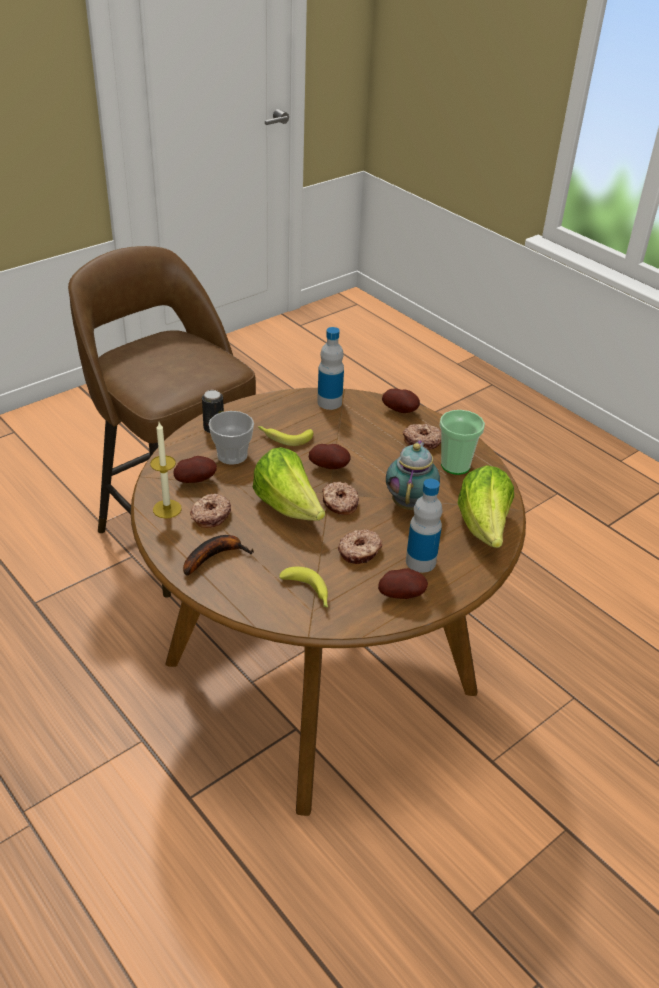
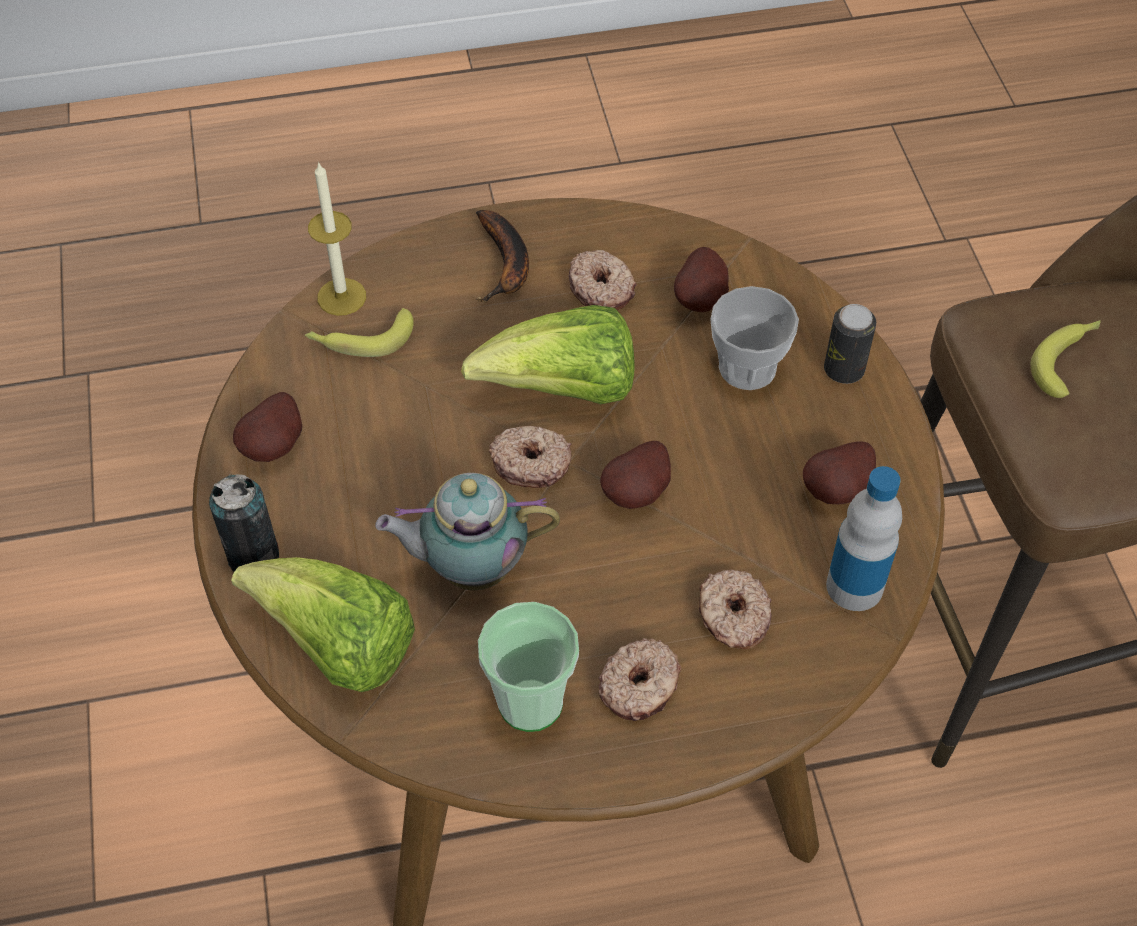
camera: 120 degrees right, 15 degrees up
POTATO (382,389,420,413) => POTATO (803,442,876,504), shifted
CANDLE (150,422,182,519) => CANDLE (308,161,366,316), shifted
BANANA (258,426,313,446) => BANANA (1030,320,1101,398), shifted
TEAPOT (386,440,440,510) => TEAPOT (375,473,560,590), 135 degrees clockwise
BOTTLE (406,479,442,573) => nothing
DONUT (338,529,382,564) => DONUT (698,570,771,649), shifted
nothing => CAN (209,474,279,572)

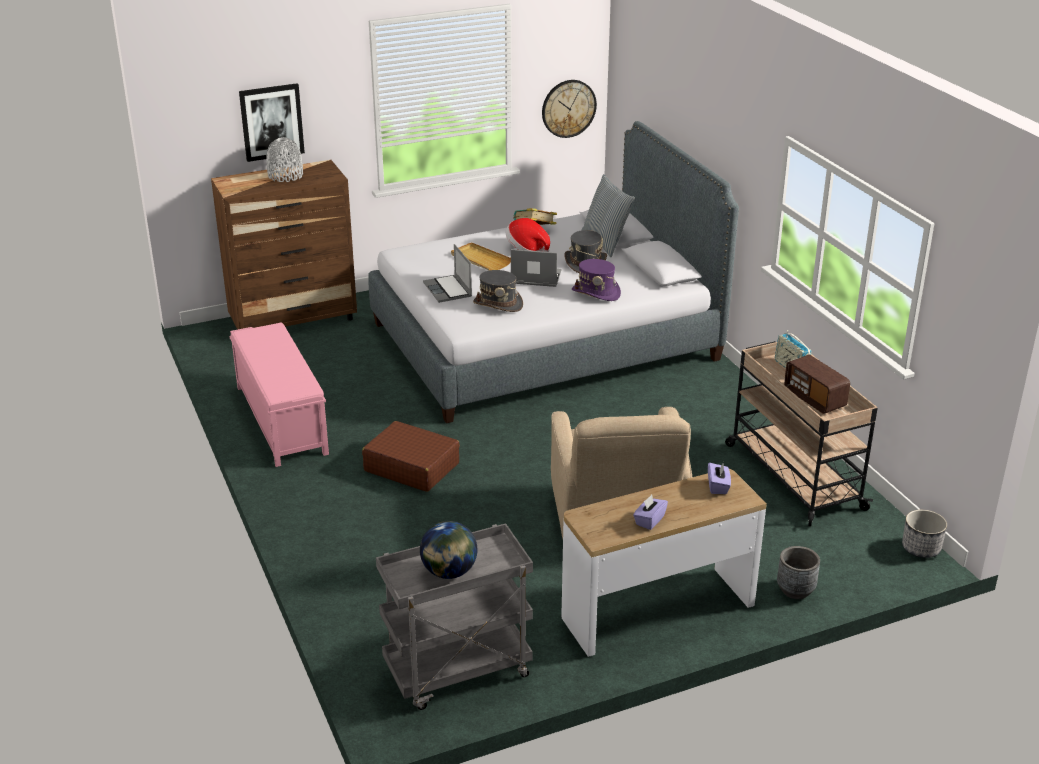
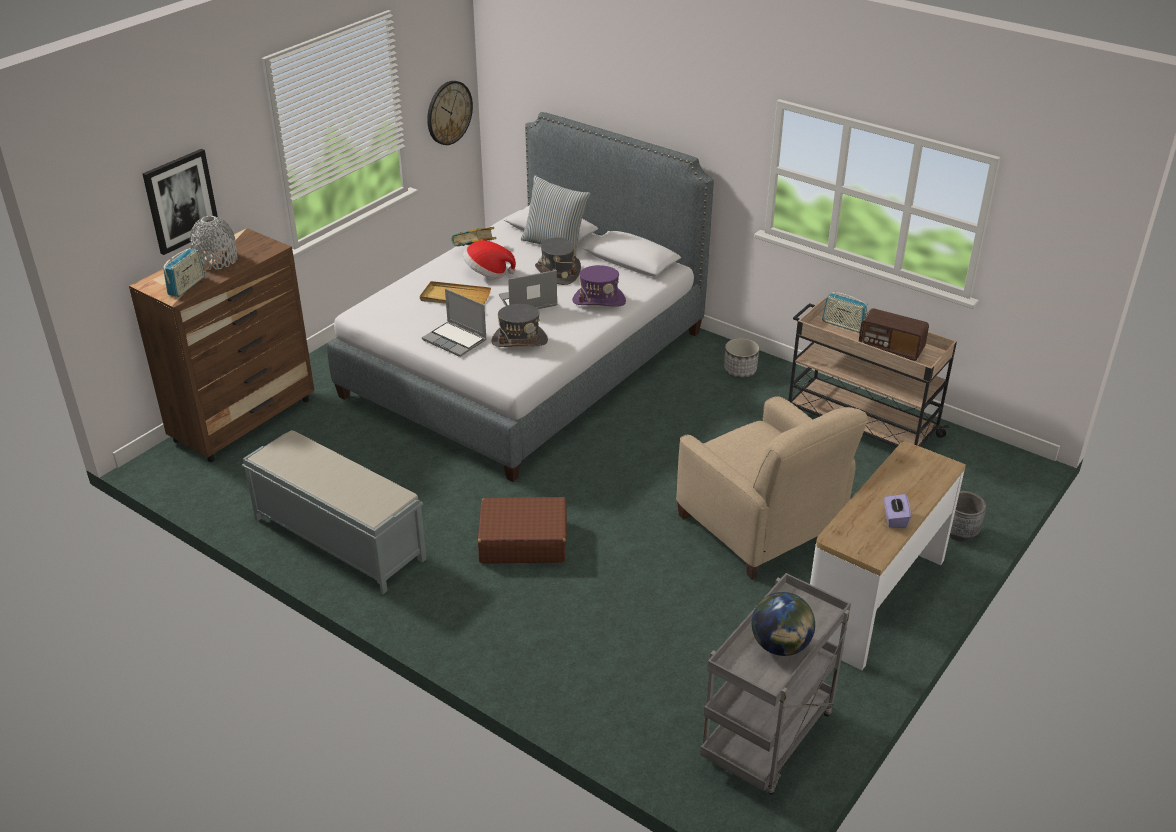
camera: 30 degrees left, 5 degrees up
PINK BENCH (229,323,329,467) => GREY BENCH (242,430,426,594)
PURPLE TISSUE BOX (708,462,731,494) => nothing
PLANTER (902,510,947,558) => PLANTER (724,338,759,378), shifted
nothing => RADIO (163,248,205,297)

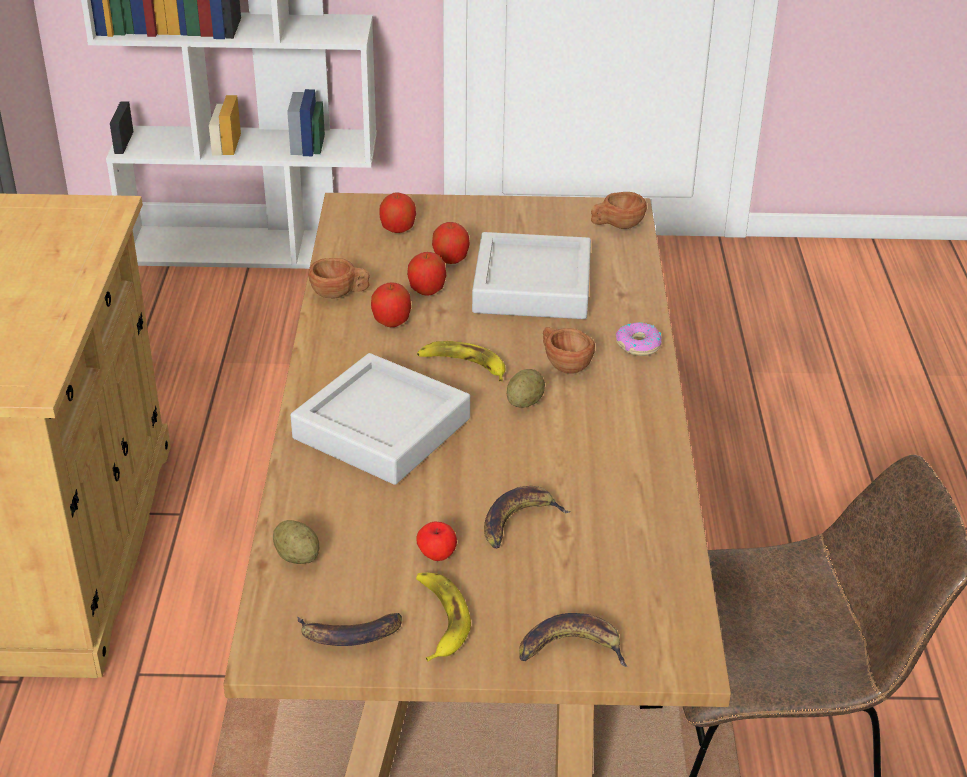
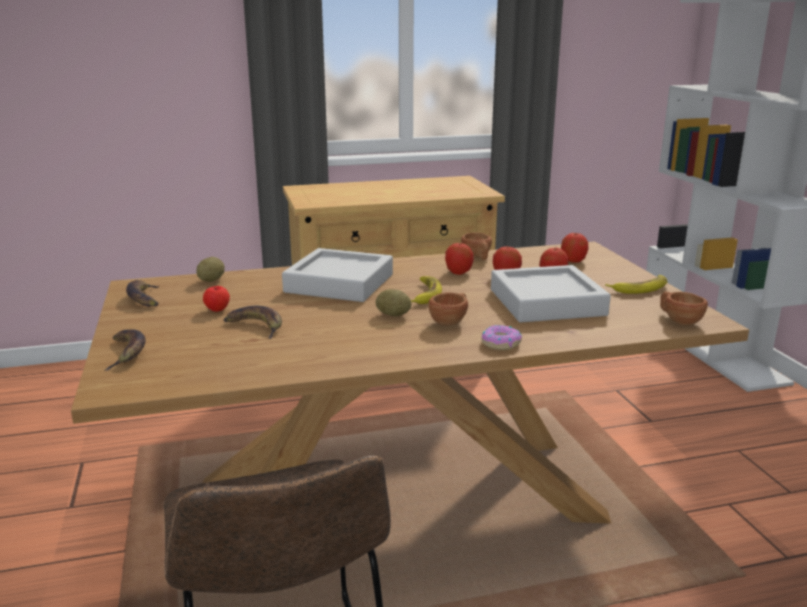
camera: 75 degrees right, 15 degrees down
BANANA (416,573,471,661) => BANANA (605,275,668,294), shifted

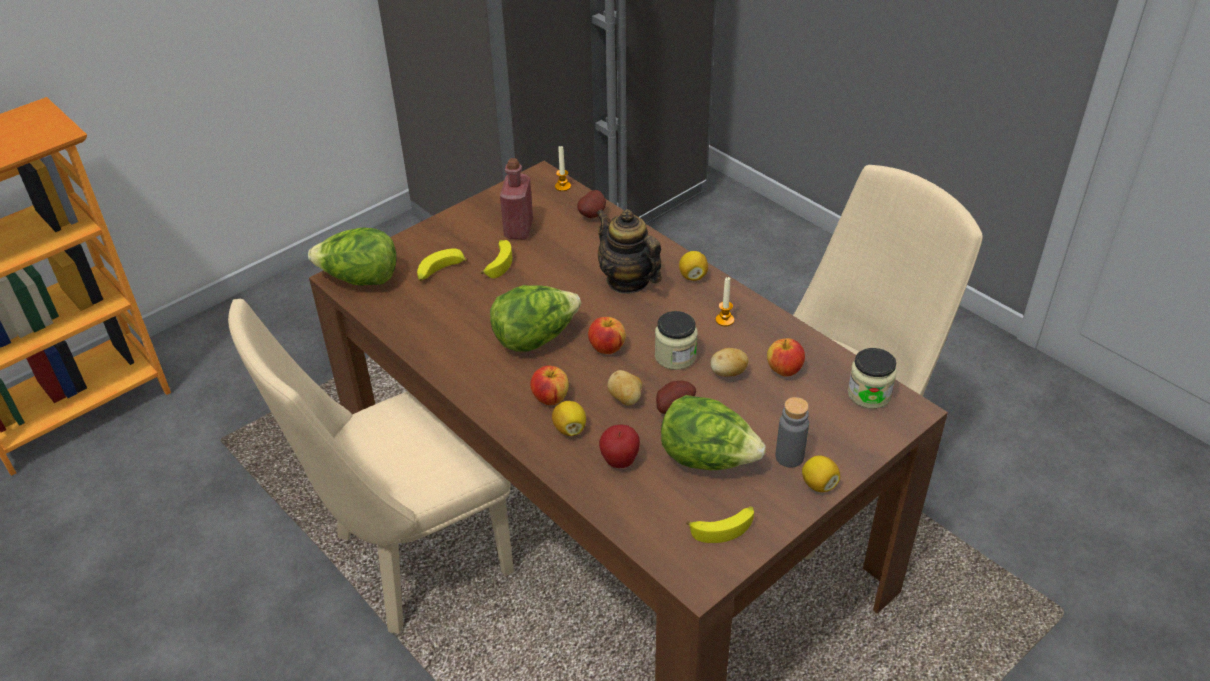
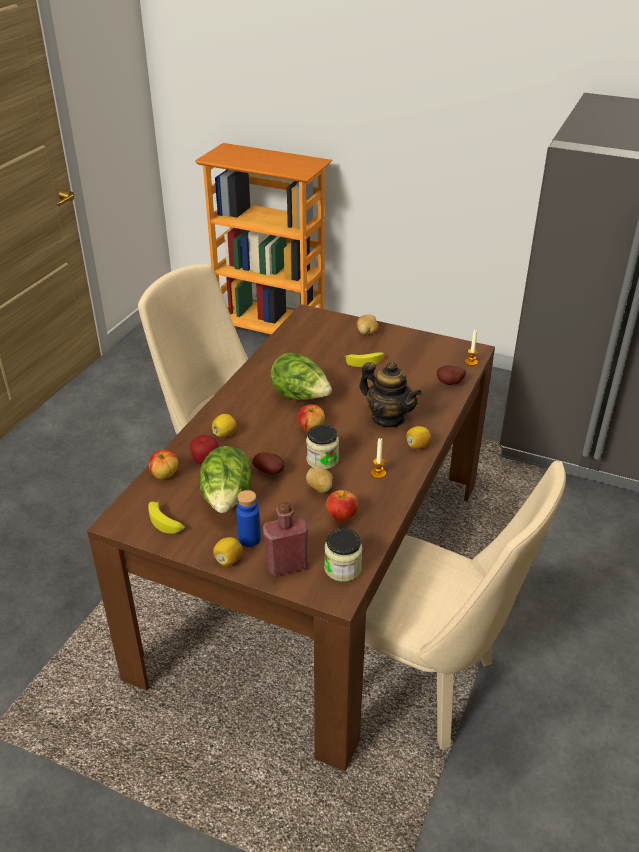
camera: 65 degrees right, 5 degrees down
RED BOTTLE (500,158,533,239) => RED BOTTLE (262,501,308,576), shifted
TEAPOT (596,209,662,294) => TEAPOT (359,361,422,427), 105 degrees clockwise
LETTUCE (308,227,397,286) => nothing
BANANA (417,248,468,281) => nothing
APPLE (530,366,569,405) => APPLE (149,450,179,479), shifted
POTATO (607,370,642,405) => POTATO (357,314,378,335), shifted
GREY BOTTLE (775,397,809,468) => BLUE BOTTLE (236,490,261,547)

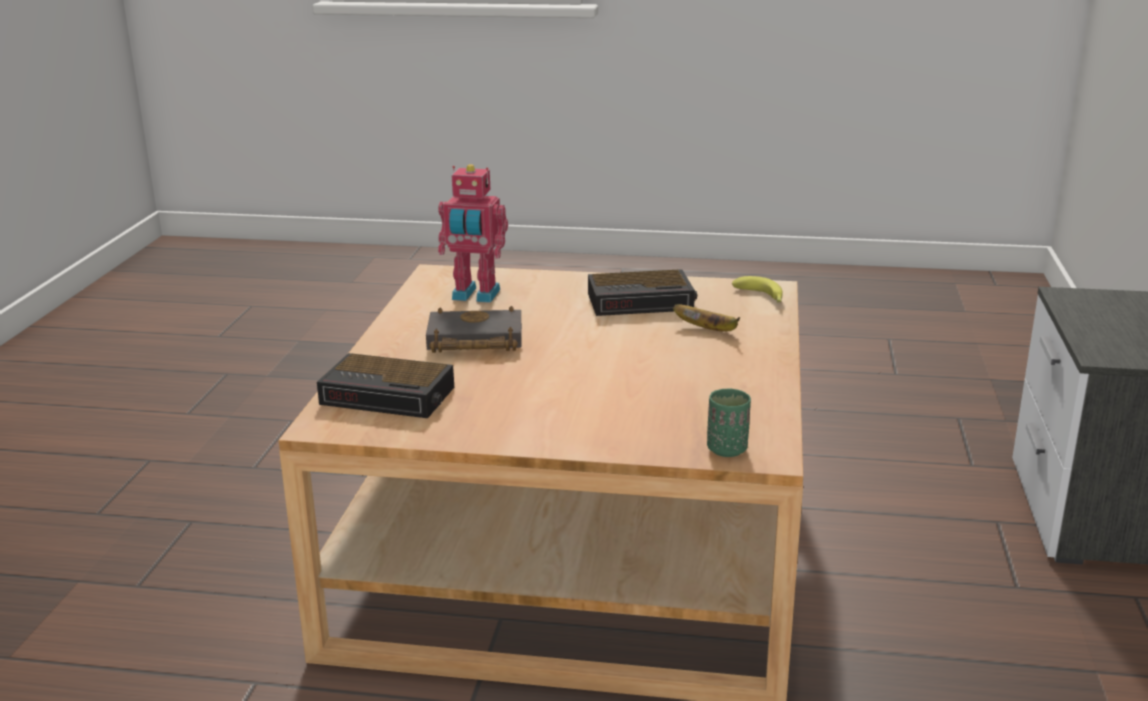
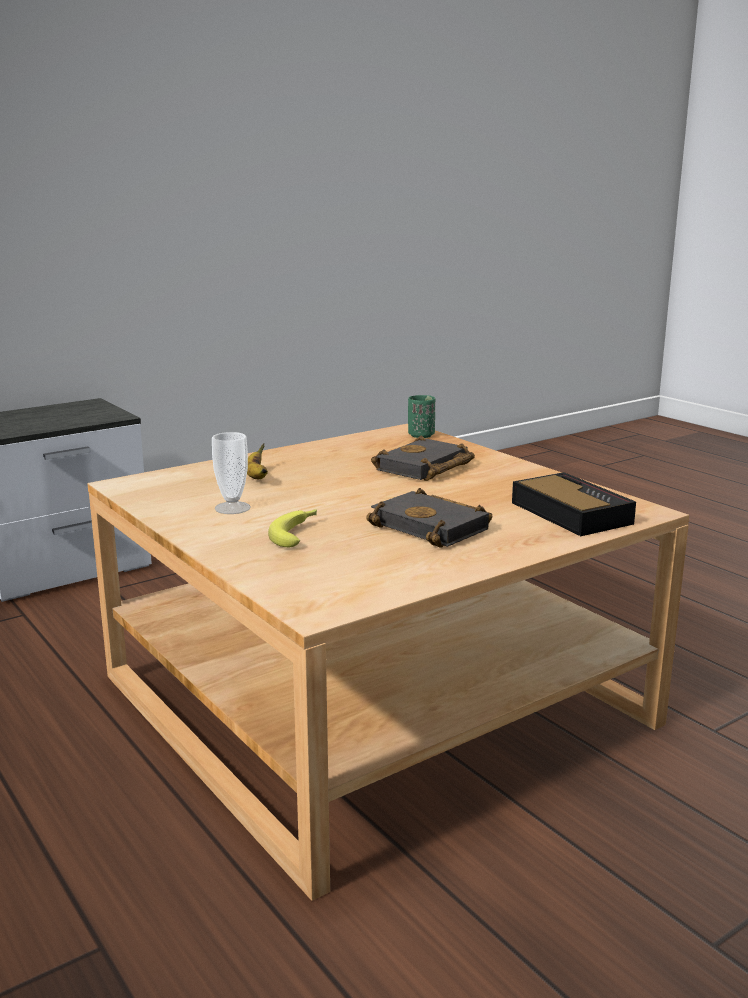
camera: 135 degrees left, 5 degrees down
TOY ROBOT (438,164,508,303) => nothing
ALARM CLOCK (588,269,697,316) => CUP (212,432,251,514)
BANANA (732,276,783,303) => BANANA (268,509,317,547), shifted
nothing => BLACK BOOK (371,436,475,481)

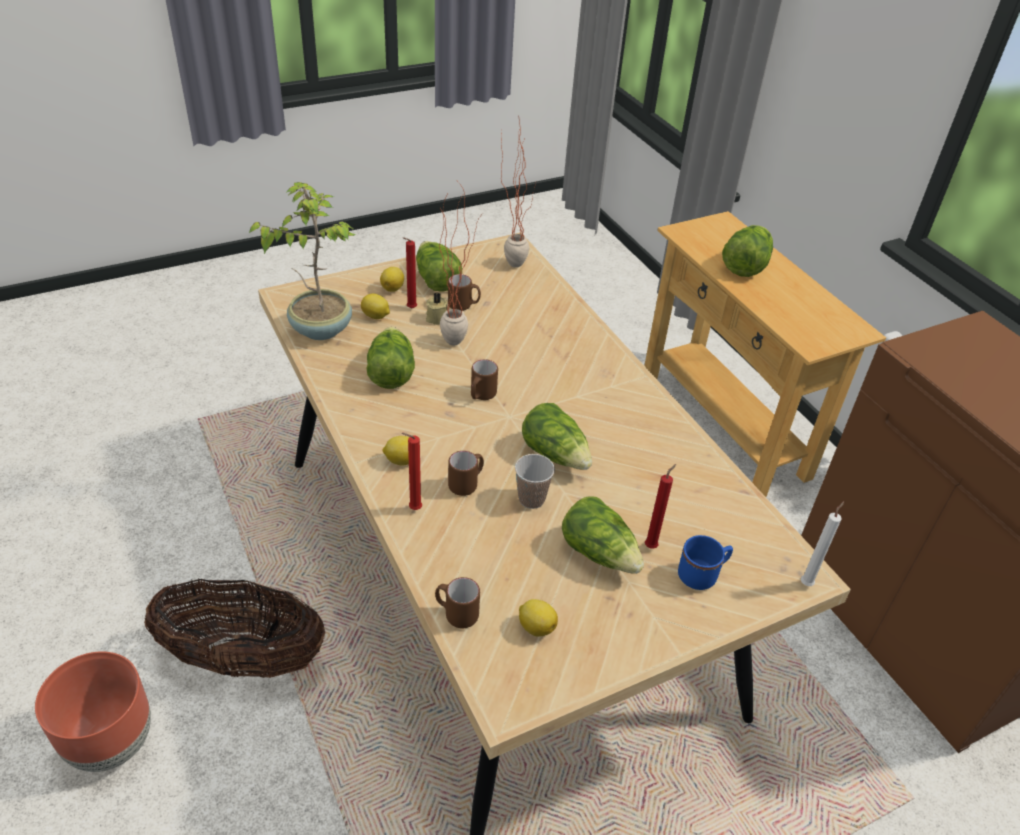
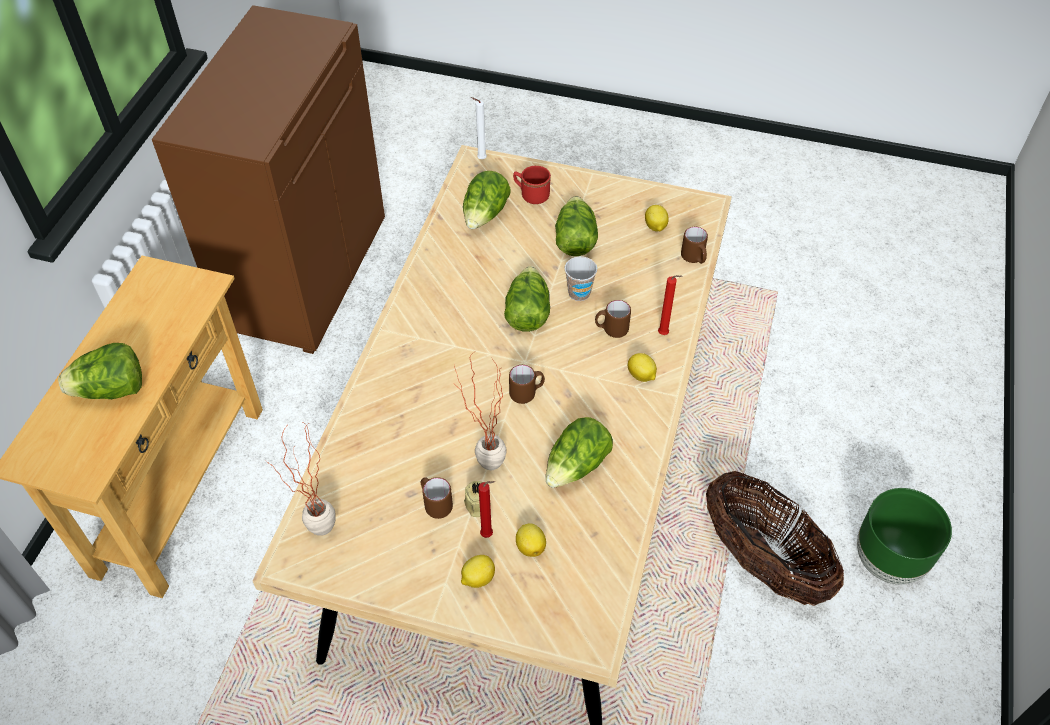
camera: 135 degrees left, 10 degrees up
POTTED PLANT (248,182,356,340) => nothing
LETTUCE (416,241,462,292) => LETTUCE (463,171,511,229), shifted
RED CANDLE (645,464,676,549) => nothing
BLUE MUG (678,535,733,590) => RED MUG (513,166,551,204)
BROWN PLANTER (35,651,151,772) => GREEN PLANTER (857,488,952,584)

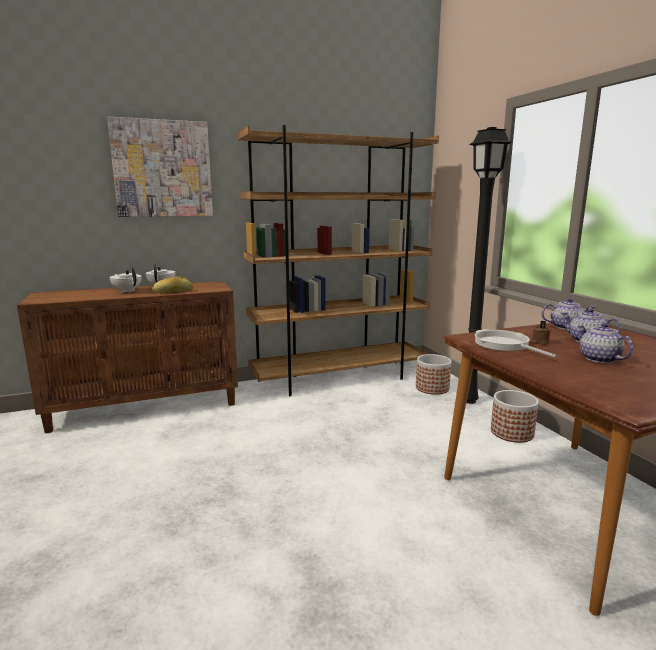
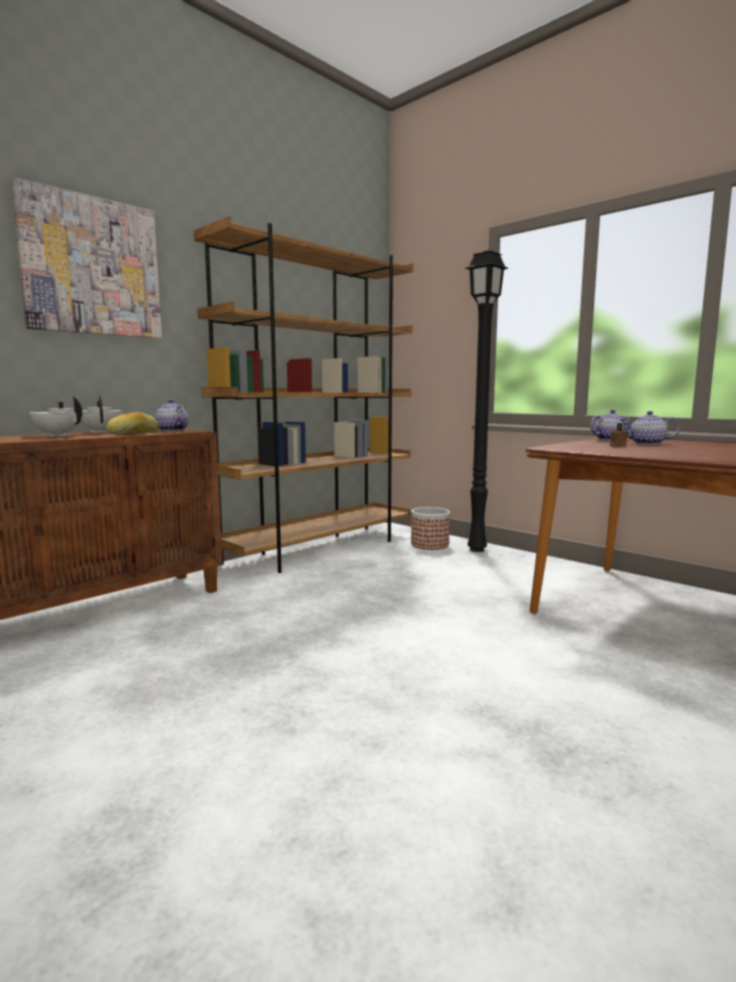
camera: 25 degrees left, 5 degrees down
TEAPOT (577,323,633,363) => TEAPOT (155,399,188,431), shifted
FRYING PAN (475,329,557,358) => nothing
PLANTER (491,390,539,443) => nothing

